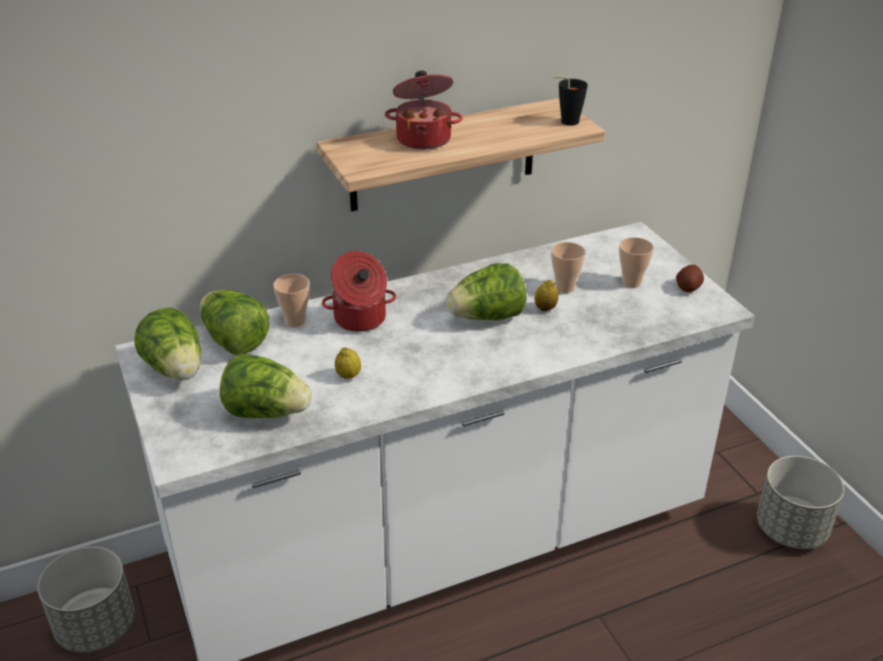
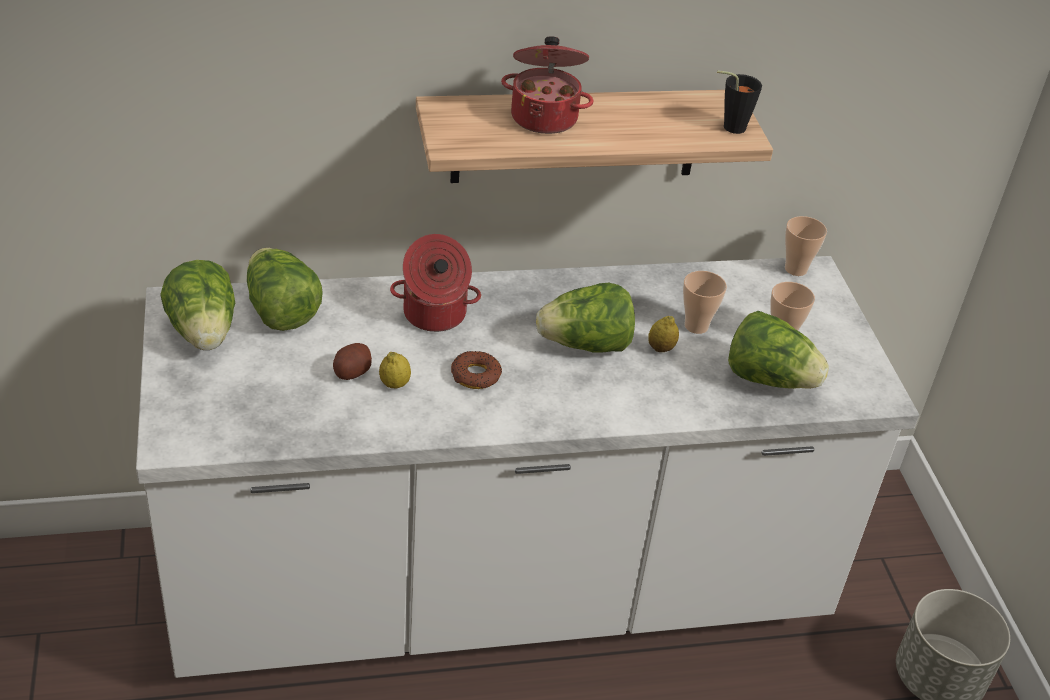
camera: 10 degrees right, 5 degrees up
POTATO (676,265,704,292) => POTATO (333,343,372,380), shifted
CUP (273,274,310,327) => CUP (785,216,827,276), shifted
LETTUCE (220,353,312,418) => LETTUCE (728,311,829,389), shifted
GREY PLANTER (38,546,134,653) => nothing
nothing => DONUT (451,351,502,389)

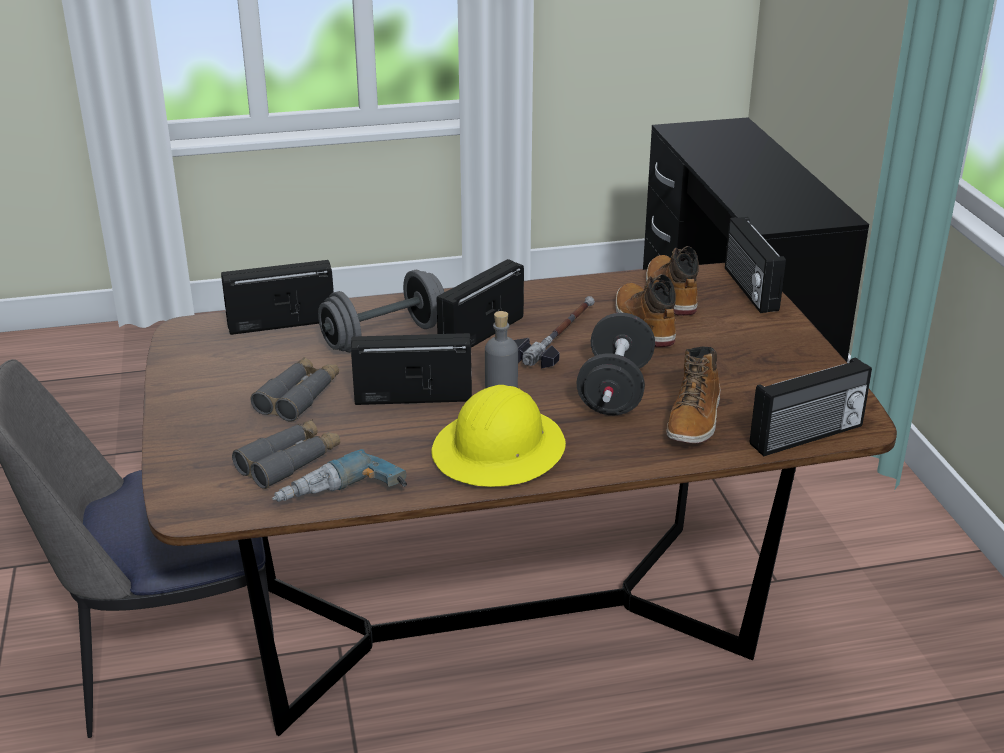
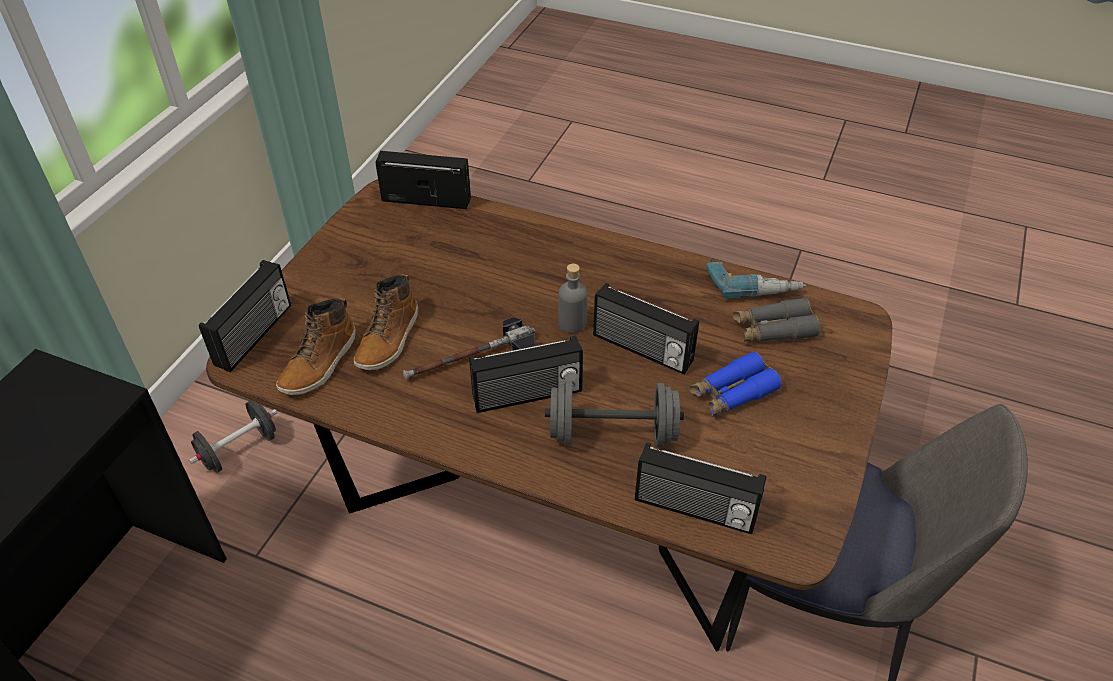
camera: 145 degrees left, 15 degrees up
BLACK DUMBBELL (577,313,655,415) => BLACK DUMBBELL (189,400,277,473), shifted
BOOT (666,347,721,443) => nothing
GREY BINOCULARS (251,357,339,422) => BLUE BINOCULARS (689,351,782,416)
YELLOW HARD HAT (431,385,566,487) => nothing

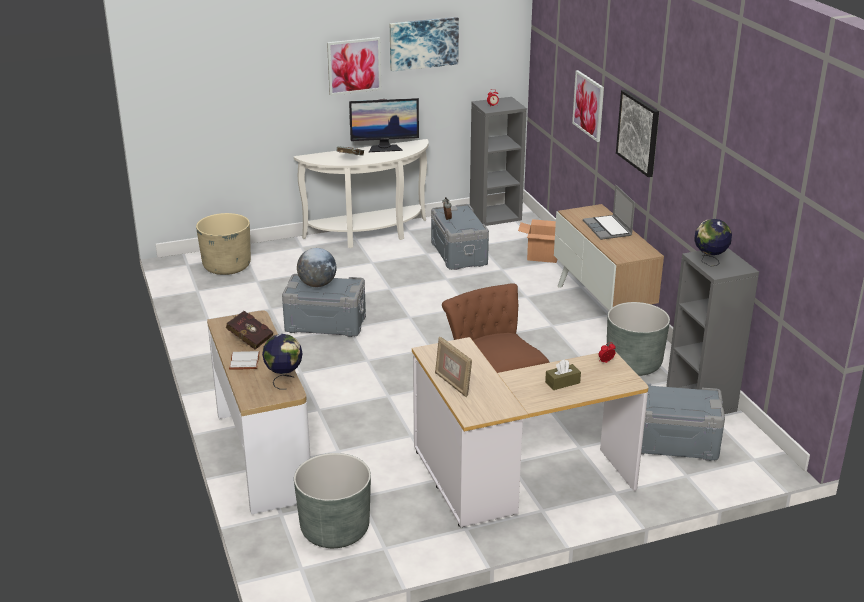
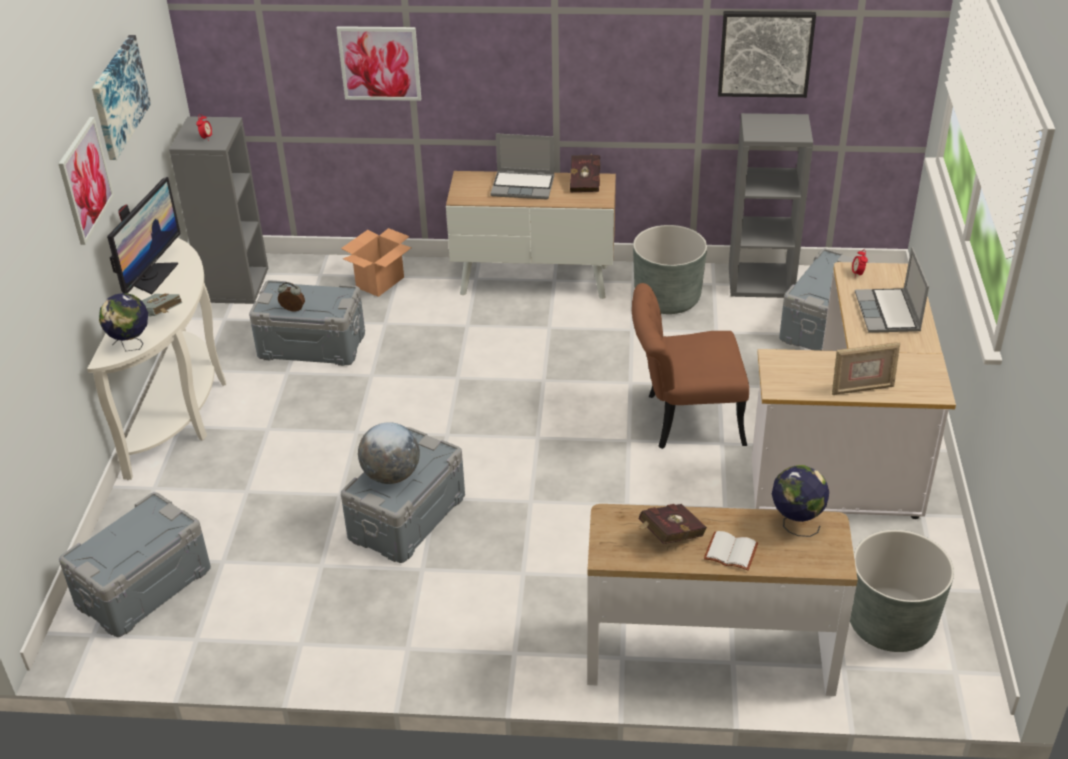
camera: 65 degrees left, 10 degrees up
PICTURE (616,90,659,177) => PICTURE (718,11,816,98), shifted
BEIGE PLANTER (196,213,251,275) => GREY STORAGE BOX (59,492,211,637)
GLOBE (694,219,732,266) => GLOBE (99,293,148,352), shifted
BROWN TISSUE BOX (545,359,581,390) => LAPTOP (855,247,929,333)
nothing => RED BOOK (570,154,600,192)

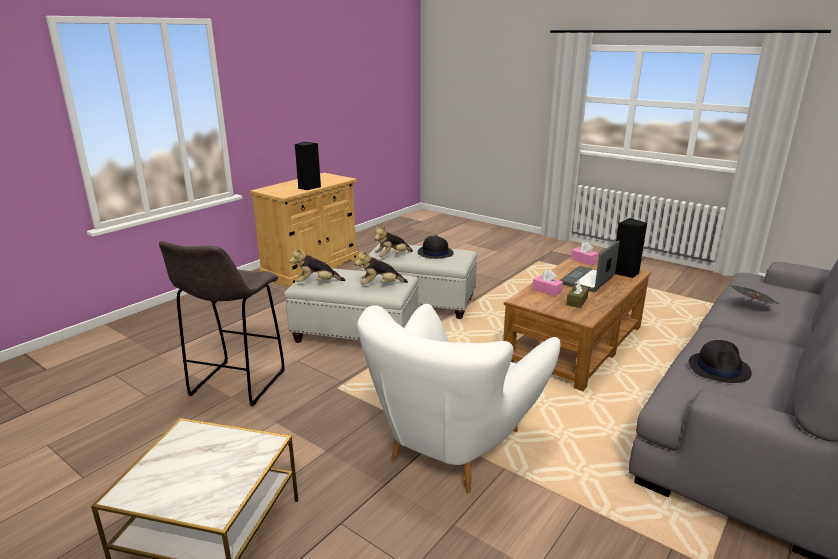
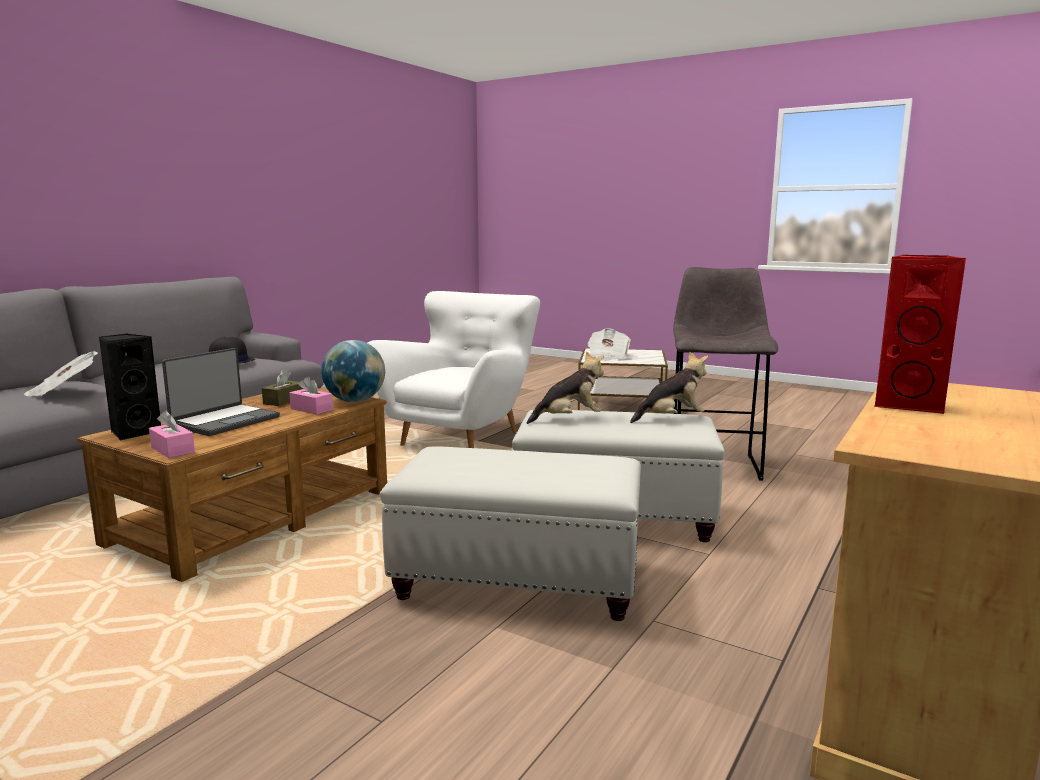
camera: 175 degrees right, 10 degrees down
BLACK SPEAKER (295,142,321,190) => RED SPEAKER (874,255,966,414)
PLUSH TOY (374,226,413,257) => nothing
BLACK HAT (418,235,454,259) => nothing
nothing => NEWSPAPER (587,328,631,361)
nothing => GLOBE (321,340,385,402)

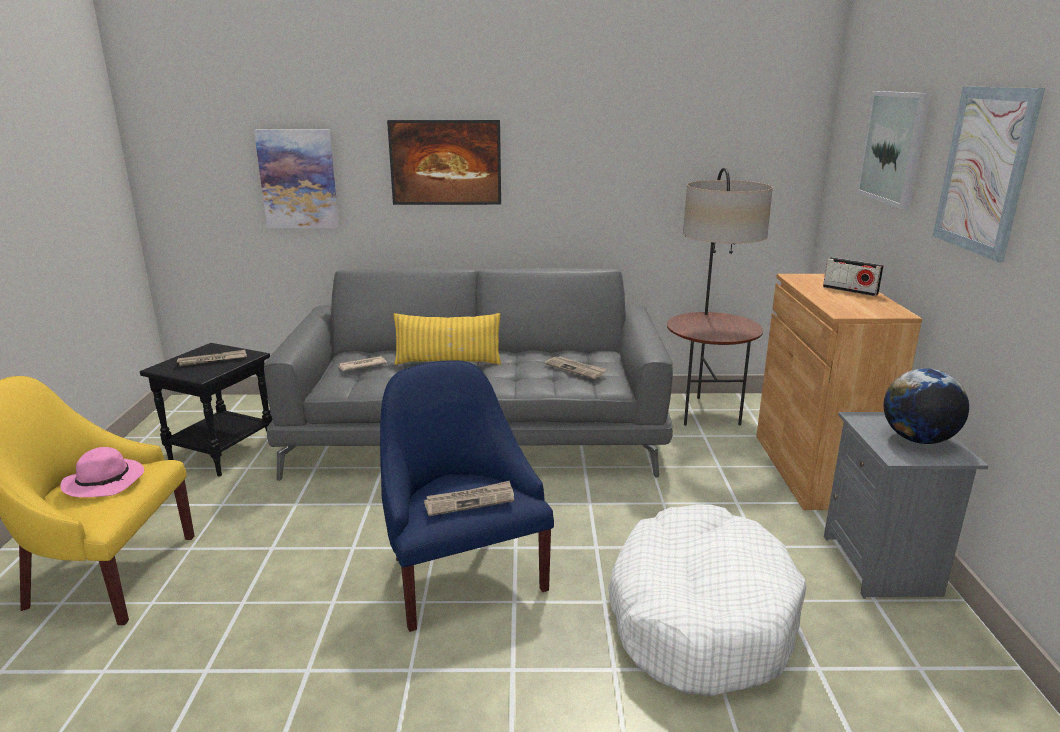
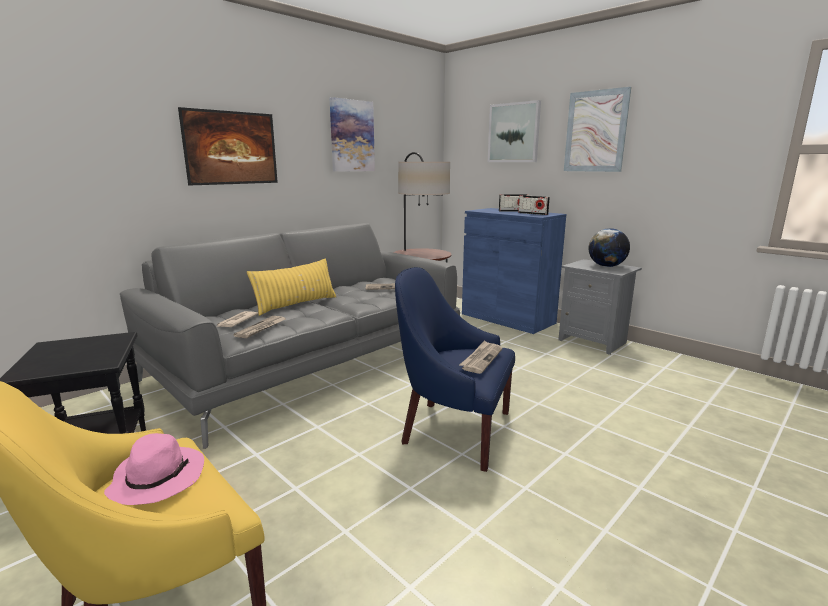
camera: 45 degrees left, 5 degrees down
PICTURE (254,129,339,228) => PICTURE (330,97,375,172), shifted
BROWN CABINET (756,274,922,510) => BLUE CABINET (462,208,566,334)
NEWSPAPER (176,350,247,367) => NEWSPAPER (233,316,286,338), shifted
WHITE DOG BED (608,504,807,696) => nothing
nothing => RADIO (518,195,550,215)

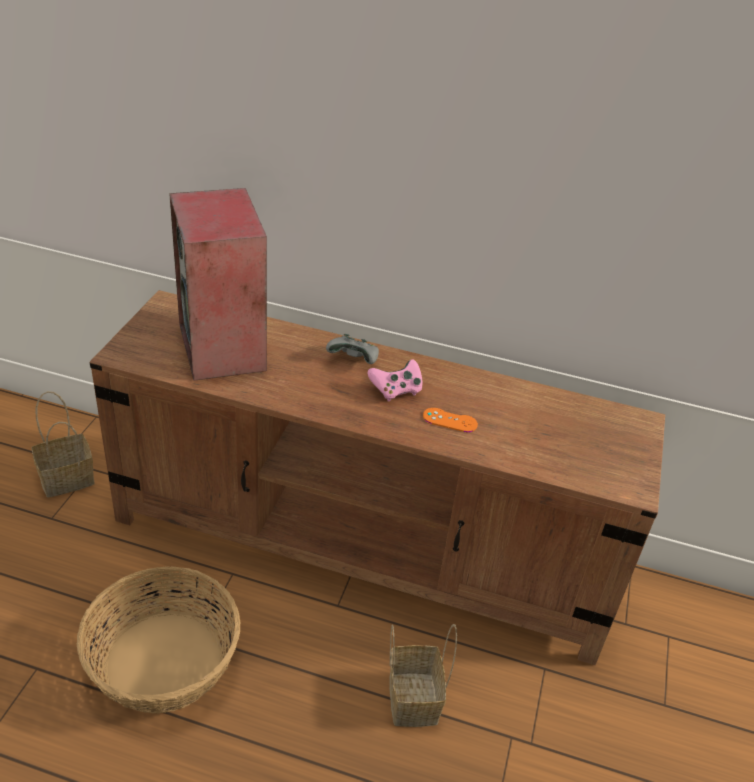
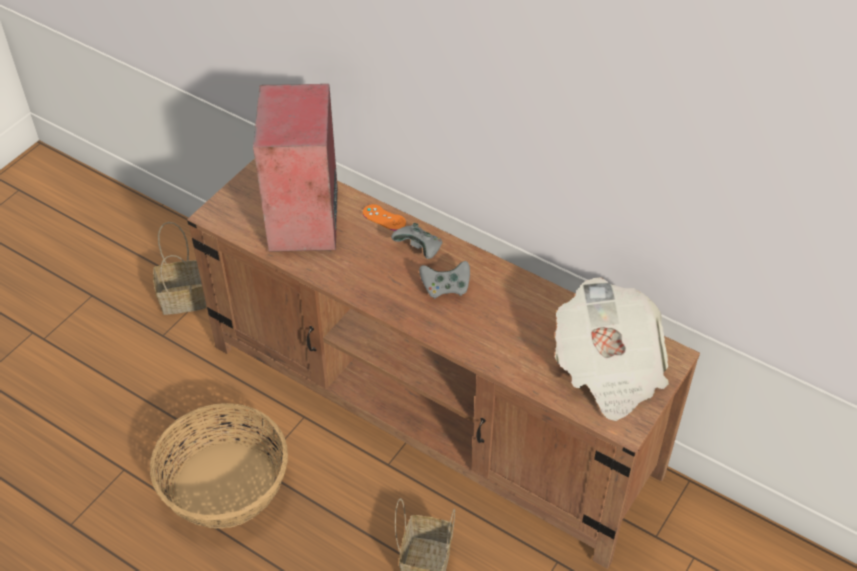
camera: 20 degrees right, 10 degrees up
PINK GAME CONTROLLER (368,359,422,402) => GREY GAME CONTROLLER (419,261,470,299)
ORANGE GAME CONTROLLER (423,408,478,432) => ORANGE GAME CONTROLLER (363,204,406,231), shifted
nothing => NEWSPAPER (555,277,669,421)

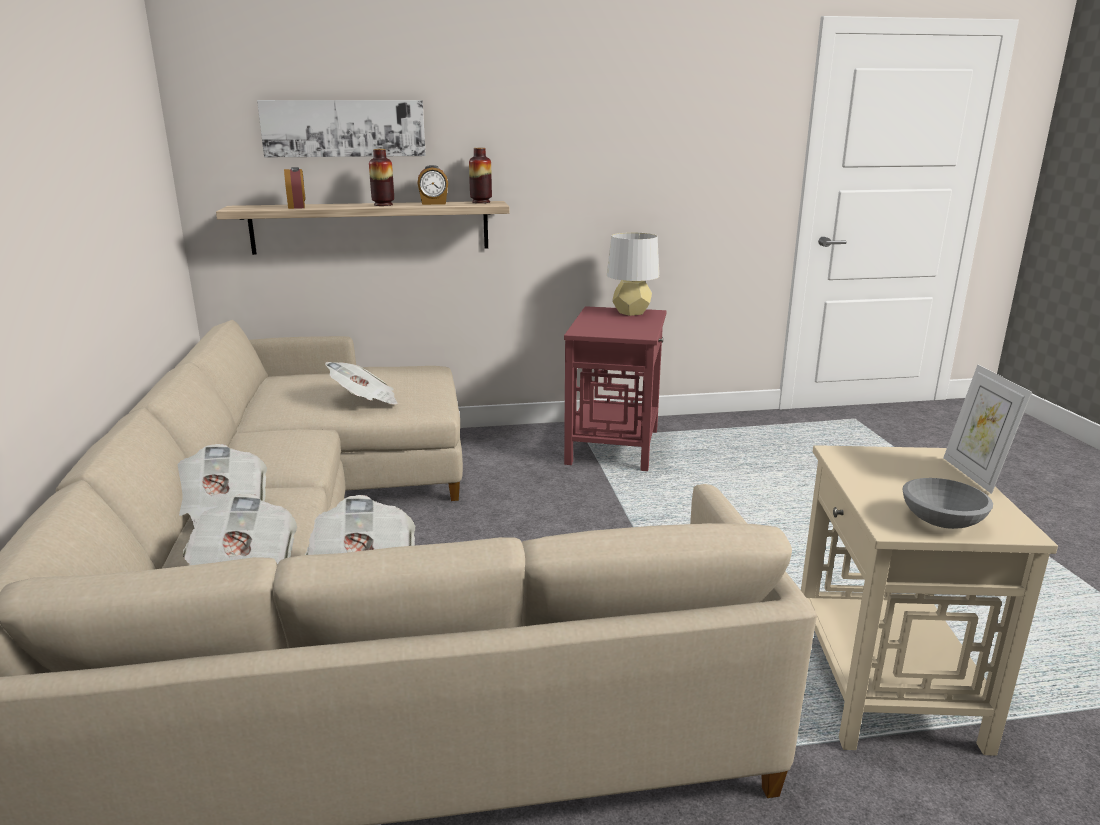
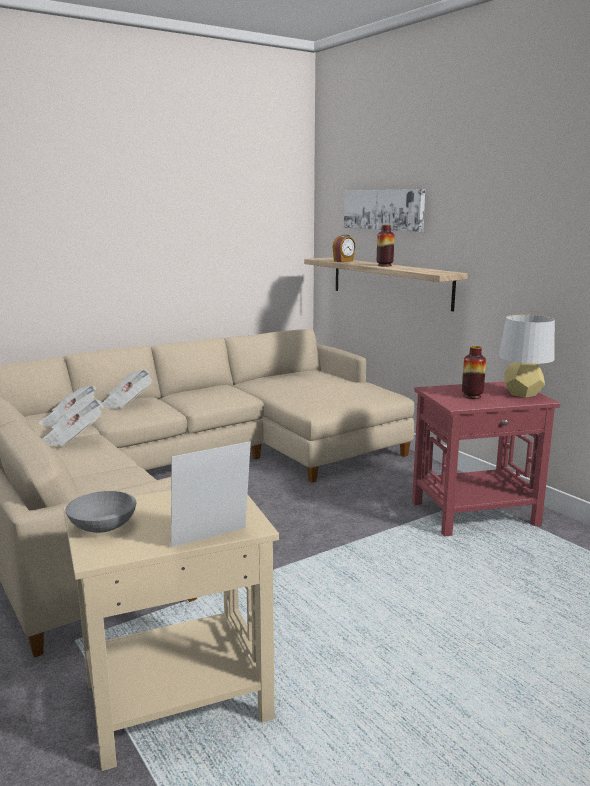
camera: 65 degrees right, 5 degrees down
VASE (469,148,492,203) => VASE (462,346,486,399), shifted
ALARM CLOCK (417,165,448,205) => nothing
NEWSPAPER (325,362,397,405) => nothing

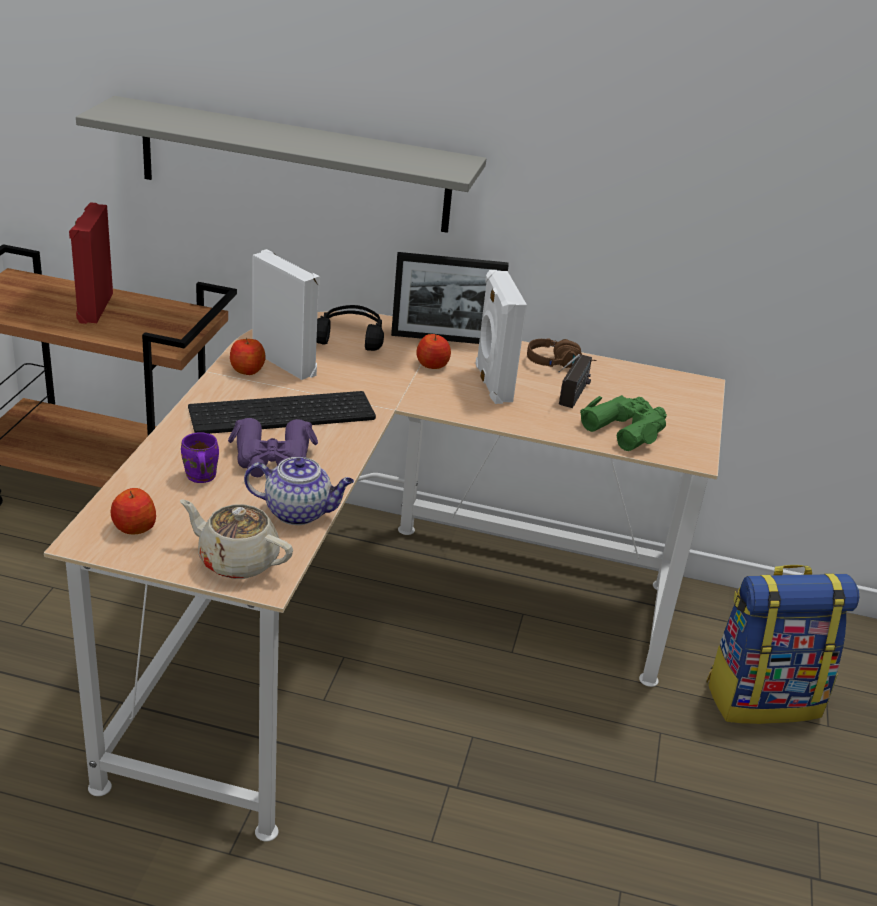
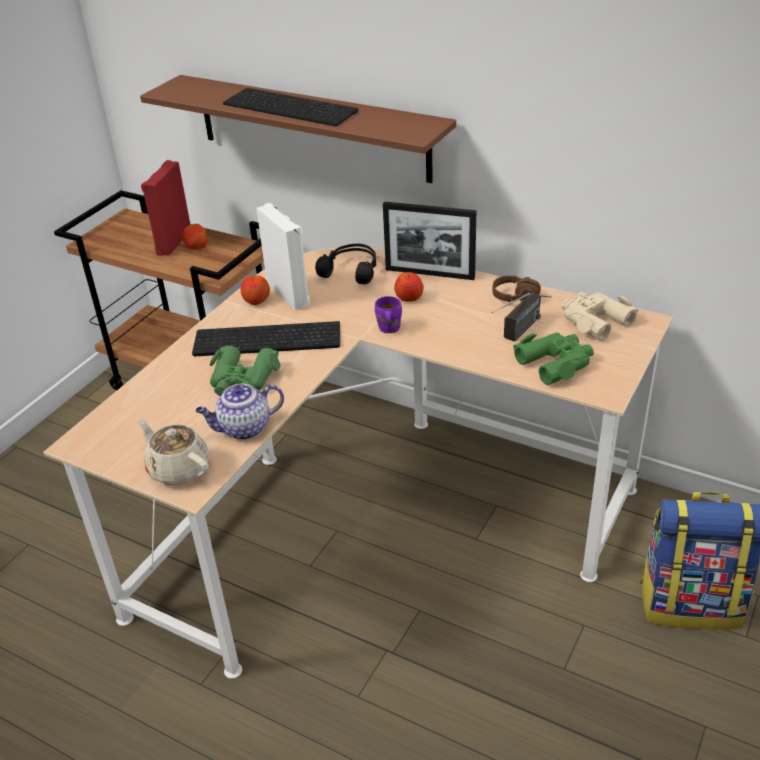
camera: 20 degrees right, 5 degrees up
GREY SHELF (76,96,486,233) => BROWN SHELF (140,75,456,183)
WHITE SPEAKER (475,270,527,404) => nothing
PURPLE BINOCULARS (228,418,318,477) => GREEN BINOCULARS (210,346,280,396)
PURPLE MUG (181,432,219,483) => PURPLE MUG (375,296,402,333), shifted
TEAPOT (244,457,354,525) => TEAPOT (196,384,284,440), 135 degrees clockwise
APPLE (111,488,156,534) => APPLE (182,224,207,250), shifted
nothing => KEYBOARD (223,88,358,127)
nothing => BEIGE BINOCULARS (561,292,638,341)

